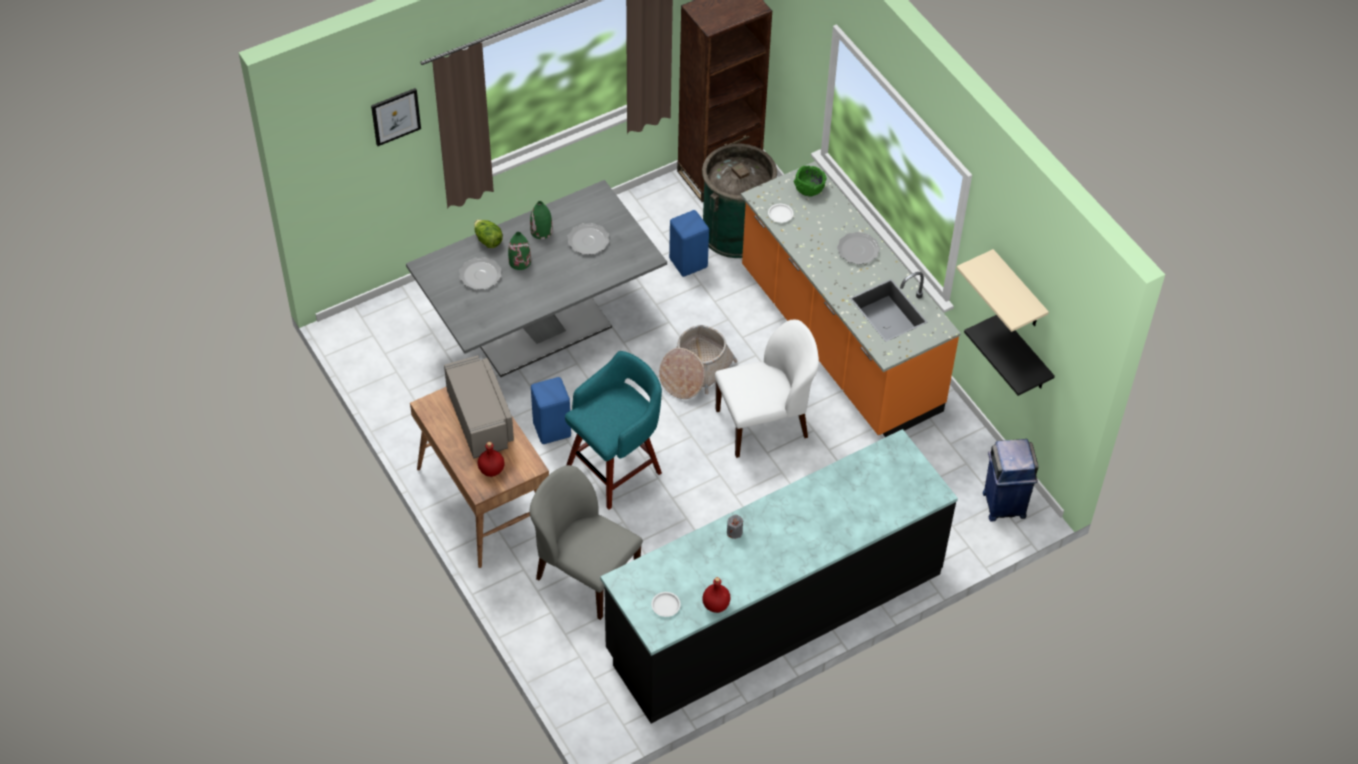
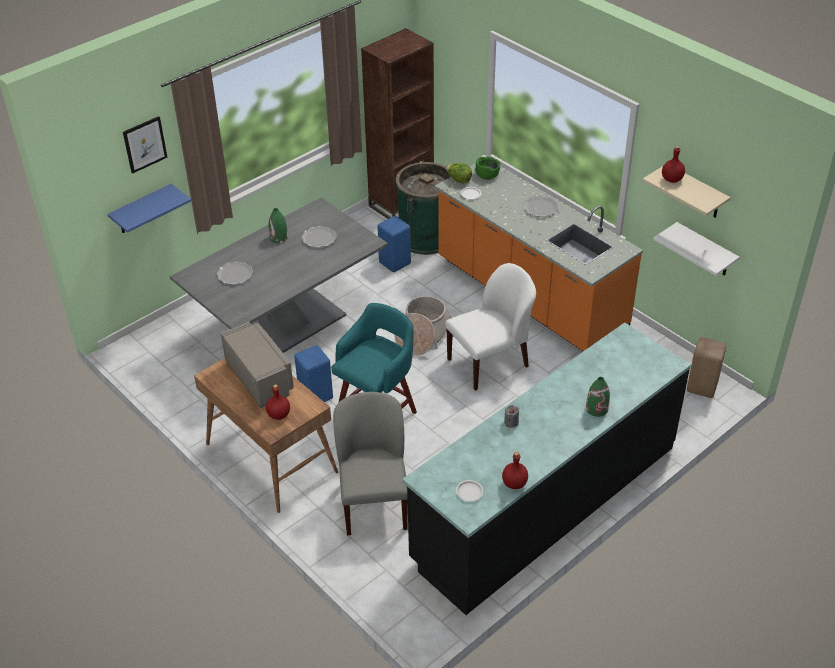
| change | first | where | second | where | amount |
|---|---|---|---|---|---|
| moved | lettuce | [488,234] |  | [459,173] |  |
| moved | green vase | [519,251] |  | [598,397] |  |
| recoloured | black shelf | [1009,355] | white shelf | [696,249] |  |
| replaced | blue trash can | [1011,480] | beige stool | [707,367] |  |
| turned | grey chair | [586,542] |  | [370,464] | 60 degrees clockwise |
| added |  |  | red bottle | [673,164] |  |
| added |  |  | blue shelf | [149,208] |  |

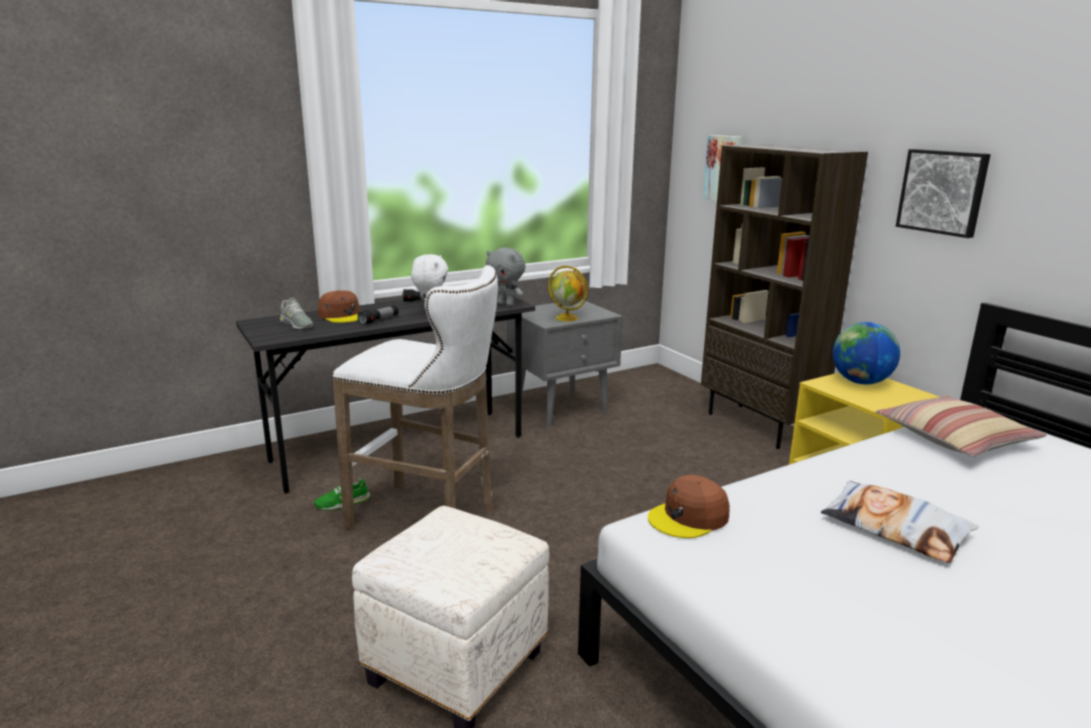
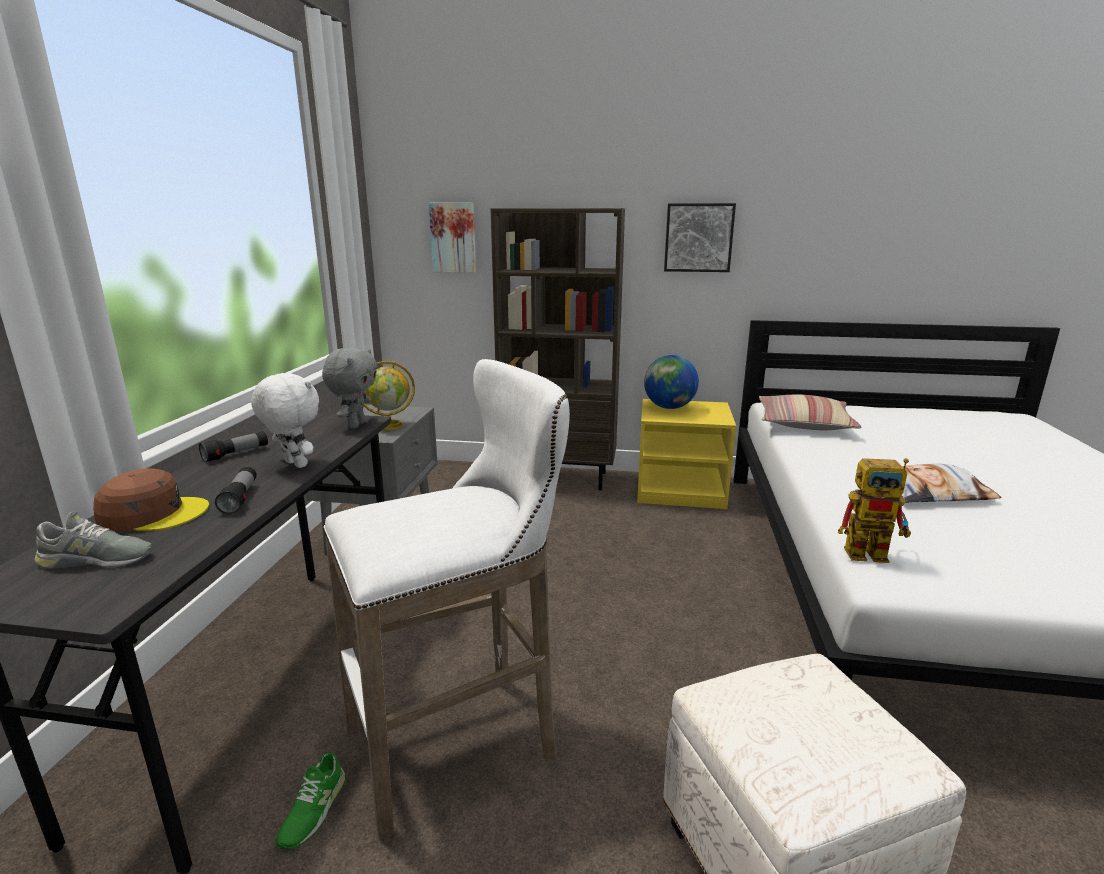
| change | first | where | second | where | amount |
|---|---|---|---|---|---|
| turned | grey plush toy | [506,277] |  | [349,387] | 60 degrees counterclockwise |
| replaced | brown cap | [689,506] | toy robot | [874,510] |  |

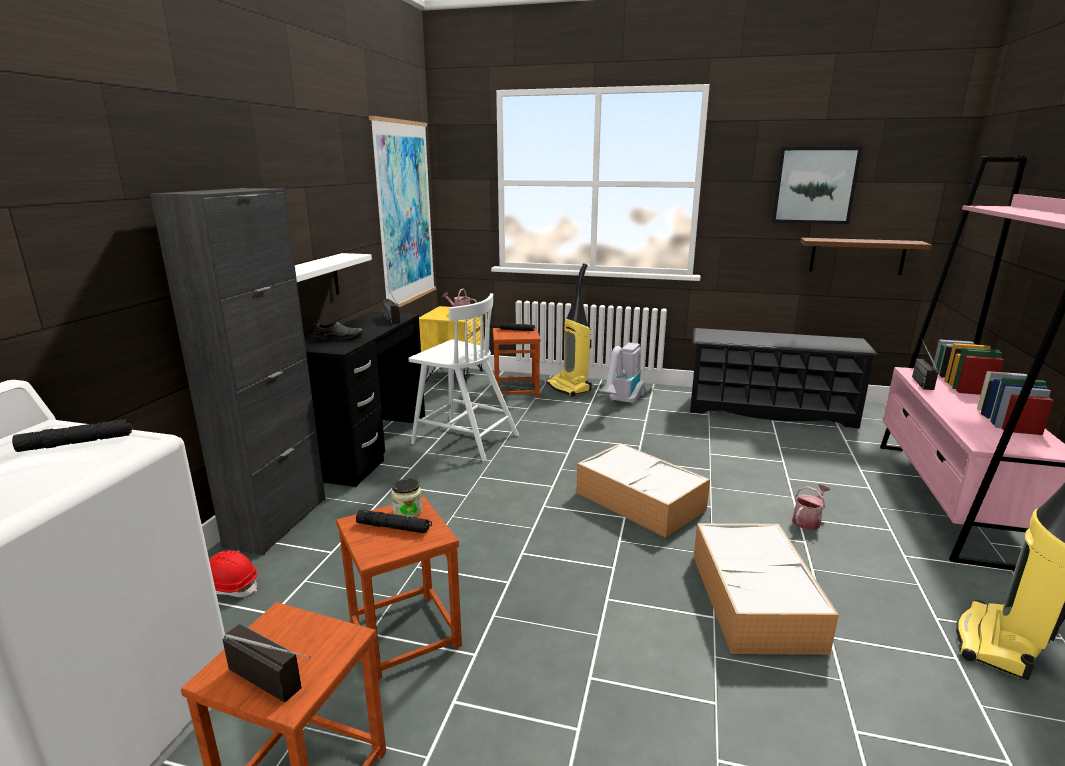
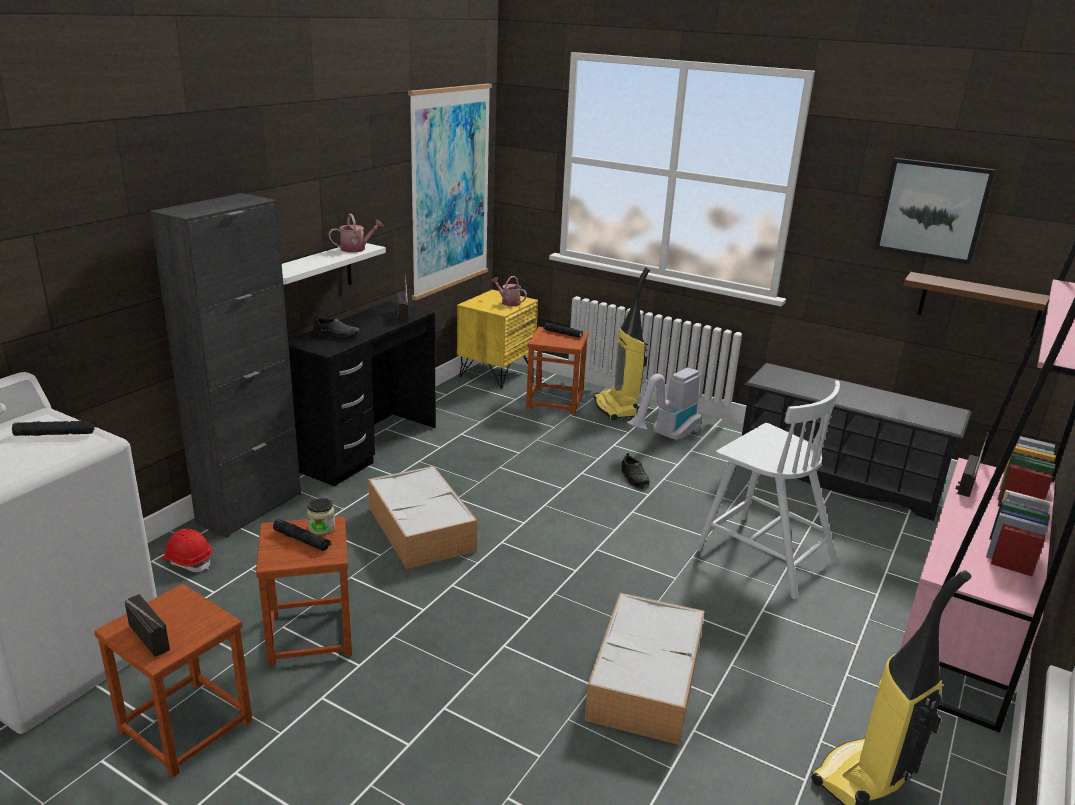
| change | first | where | second | where | amount |
|---|---|---|---|---|---|
| moved | white chair | [463,377] |  | [768,489] |  |
| moved | storage box | [643,490] |  | [422,517] |  |
| moved | watering can | [811,507] |  | [356,233] |  |
| added |  |  | black shoe | [635,471] |  |

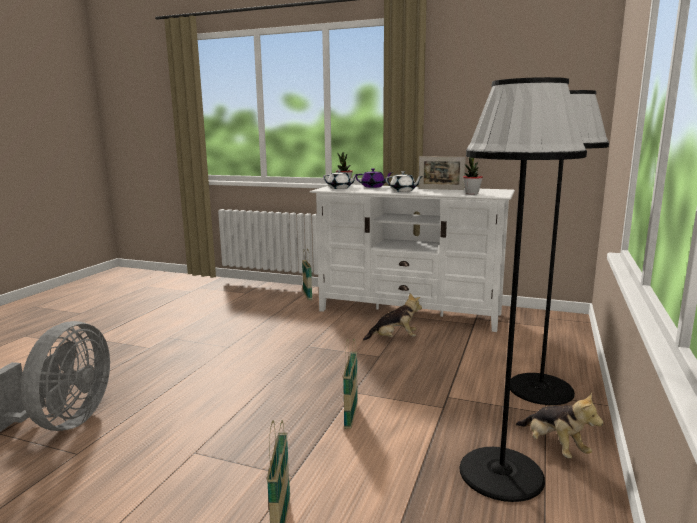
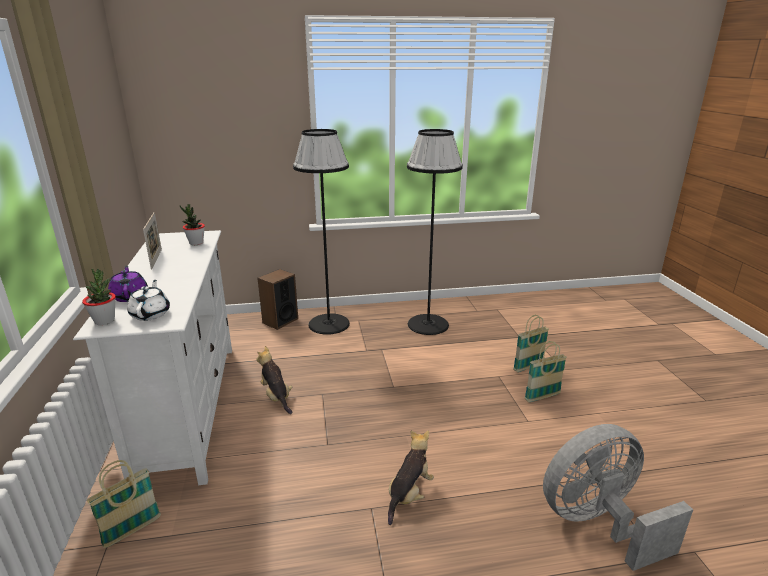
| change | first | where | second | where | amount |
|---|---|---|---|---|---|
| removed | white teapot | [404,181] |  |  |  |
| moved | basket | [350,384] |  | [545,371] |  |
| moved | plush toy | [560,425] |  | [411,478] |  |
| added |  |  | speaker | [277,299] |  |

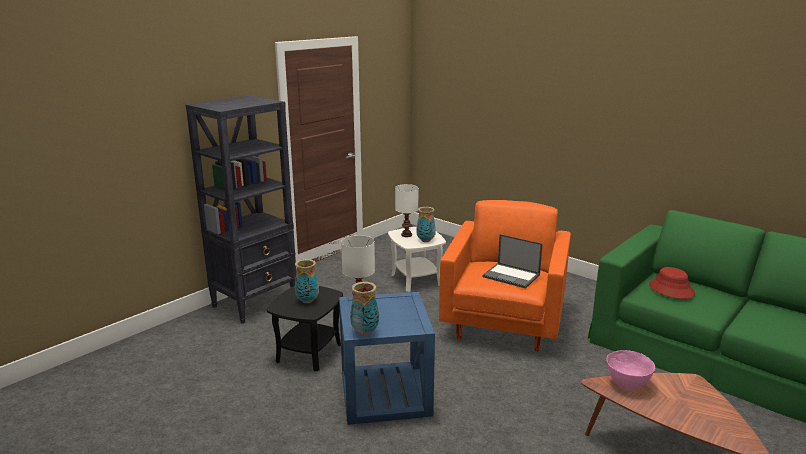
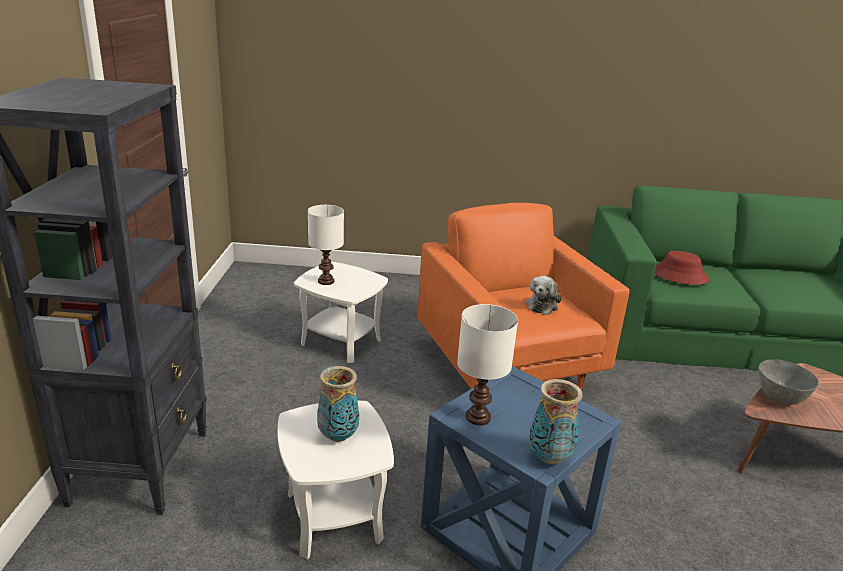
| change | first | where | second | where | amount |
|---|---|---|---|---|---|
| removed | vase | [426,224] |  |  |  |
| replaced | laptop | [512,261] | plush toy | [544,295] |  |
| recoloured | black side table | [305,329] | white side table | [336,480] |  |
| recoloured | pink bowl | [631,369] | grey bowl | [788,382] |  |

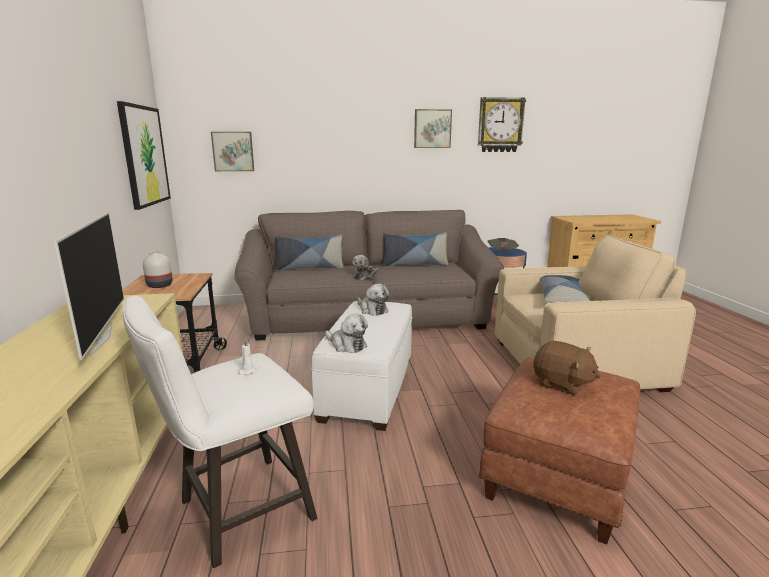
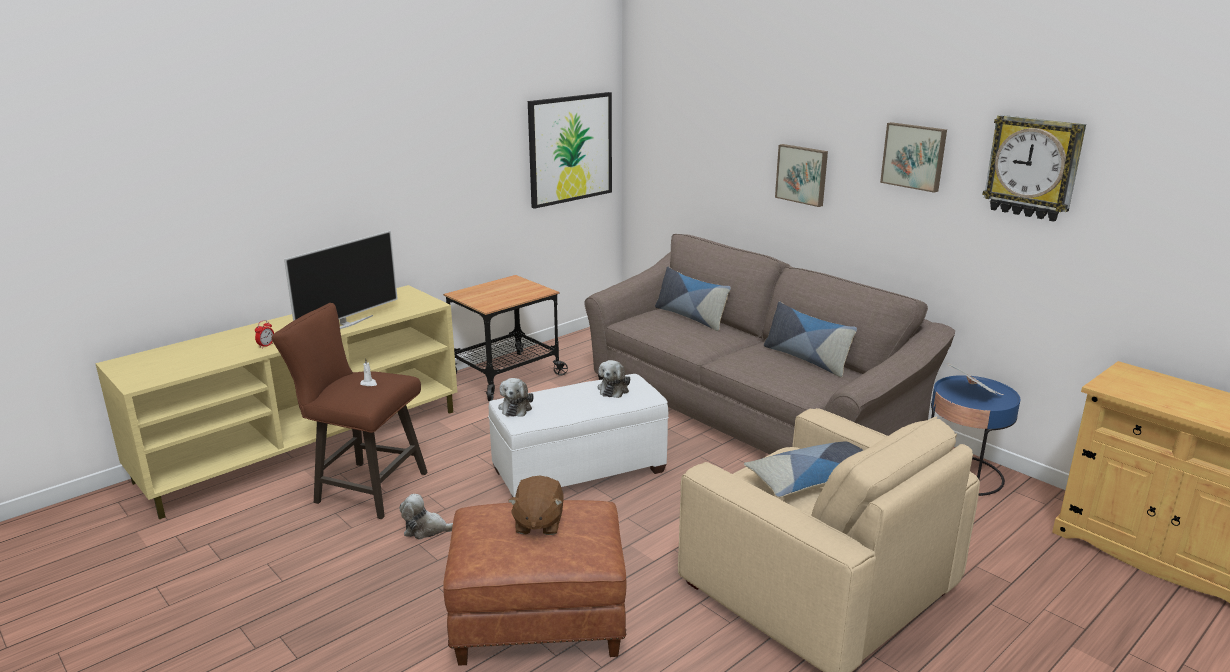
| change | first | where | second | where | amount |
|---|---|---|---|---|---|
| moved | picture | [232,151] |  | [801,175] |  |
| removed | white vase | [157,269] |  |  |  |
| moved | plush toy | [365,268] |  | [426,517] |  |
| recoloured | white stool | [220,432] | brown stool | [350,411] |  |
| added |  |  | alarm clock | [264,334] |  |

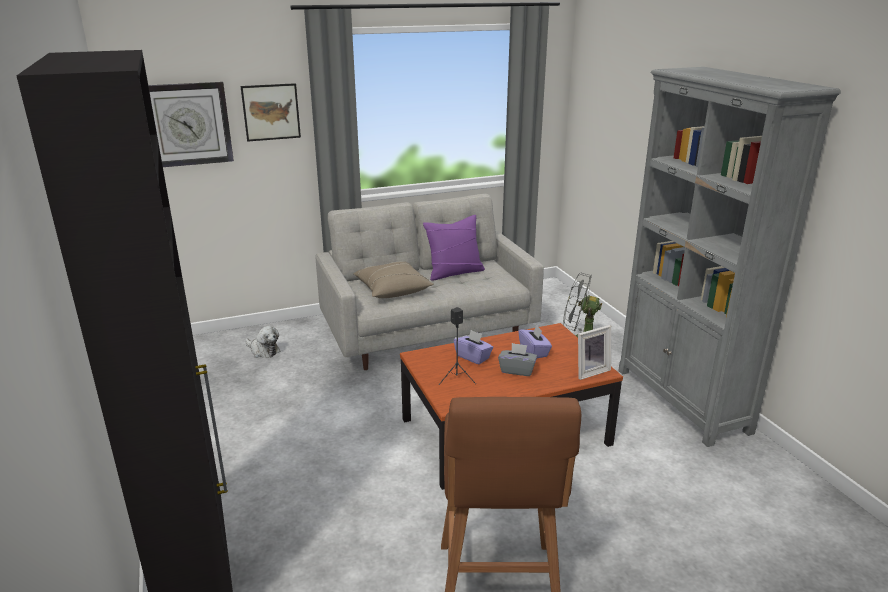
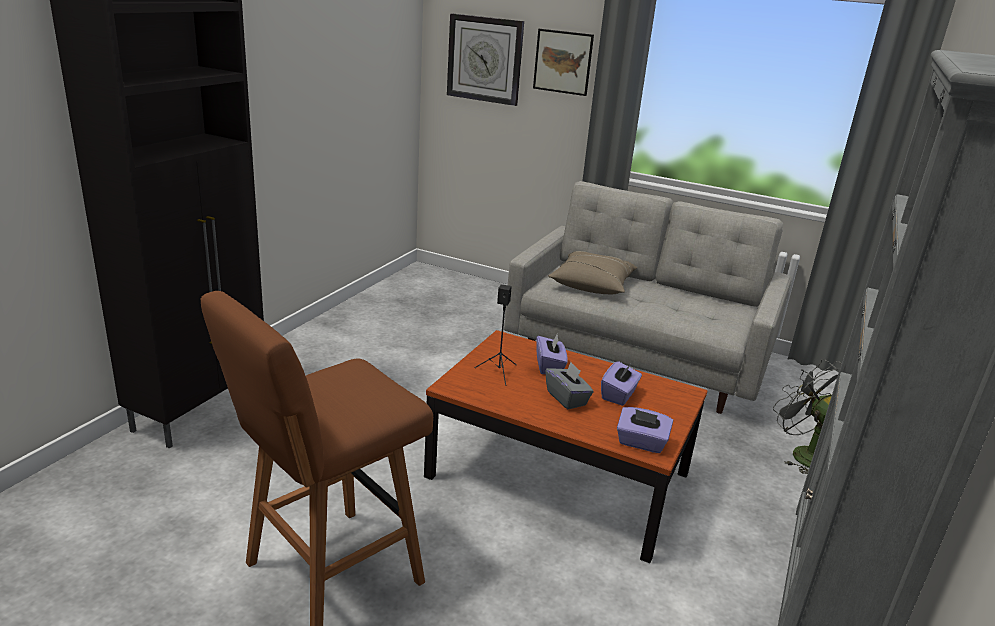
| change | first | where | second | where | amount |
|---|---|---|---|---|---|
| removed | purple pillow | [454,248] |  |  |  |
| replaced | picture frame | [594,352] | purple tissue box | [645,430] |  |
| removed | plush toy | [262,342] |  |  |  |

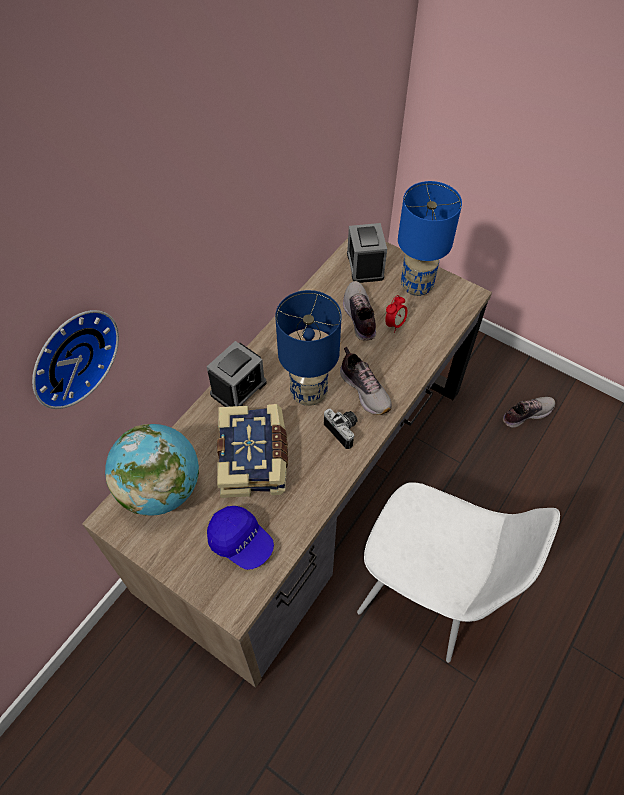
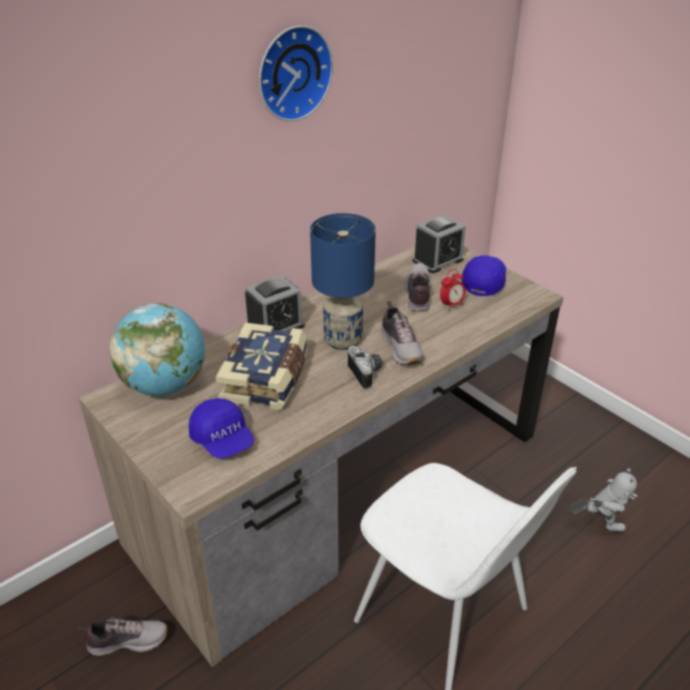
| change | first | where | second | where | amount |
|---|---|---|---|---|---|
| replaced | blue table lamp | [430,238] | blue cap | [483,276] |  |
| turned | alarm clock | [367,253] |  | [439,243] | 135 degrees counterclockwise |
| moved | wall clock | [75,359] |  | [296,73] |  |
| moved | shoe | [529,412] |  | [123,636] |  |
| added |  |  | toy robot | [603,500] |  |

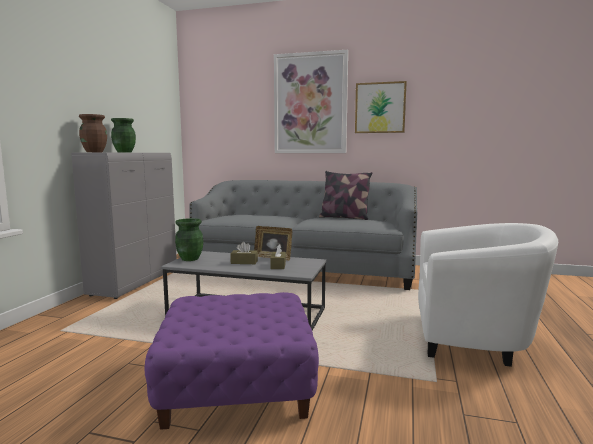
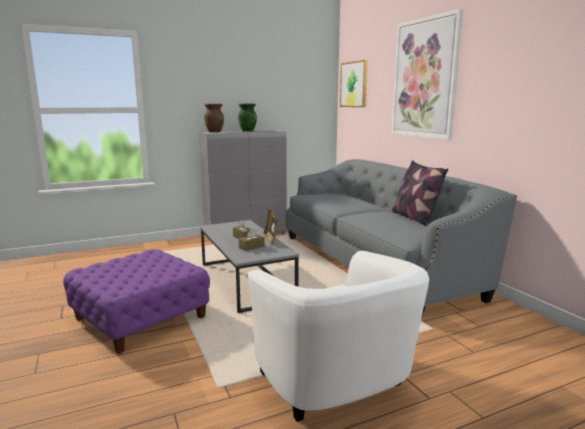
| change | first | where | second | where | amount |
|---|---|---|---|---|---|
| moved | picture | [381,107] |  | [354,83] |  |
| removed | green vase | [189,239] |  |  |  |

